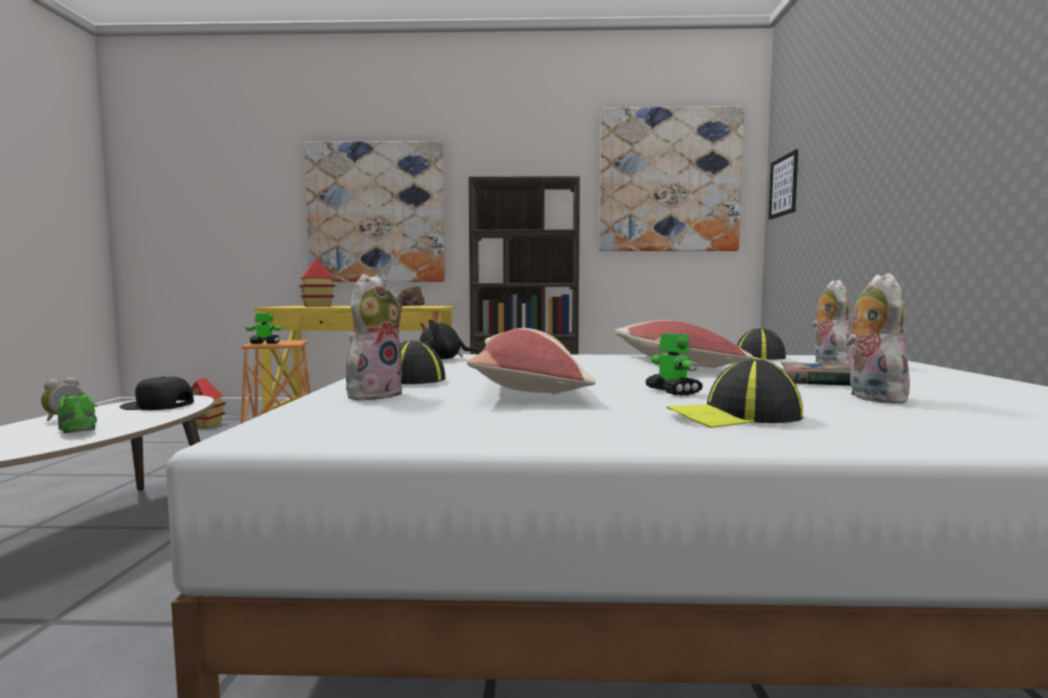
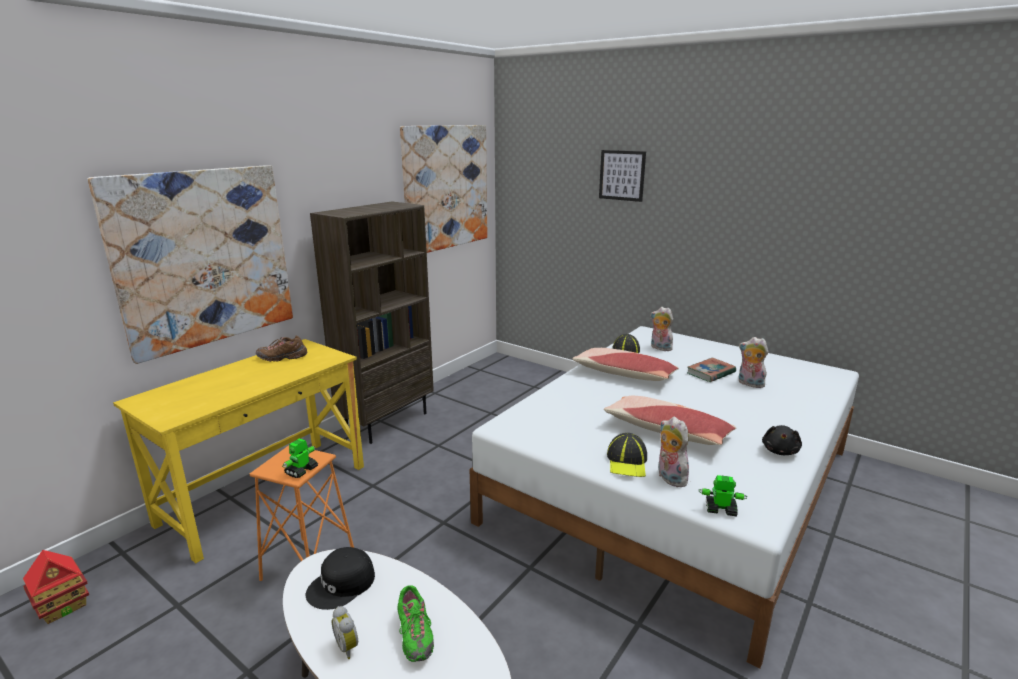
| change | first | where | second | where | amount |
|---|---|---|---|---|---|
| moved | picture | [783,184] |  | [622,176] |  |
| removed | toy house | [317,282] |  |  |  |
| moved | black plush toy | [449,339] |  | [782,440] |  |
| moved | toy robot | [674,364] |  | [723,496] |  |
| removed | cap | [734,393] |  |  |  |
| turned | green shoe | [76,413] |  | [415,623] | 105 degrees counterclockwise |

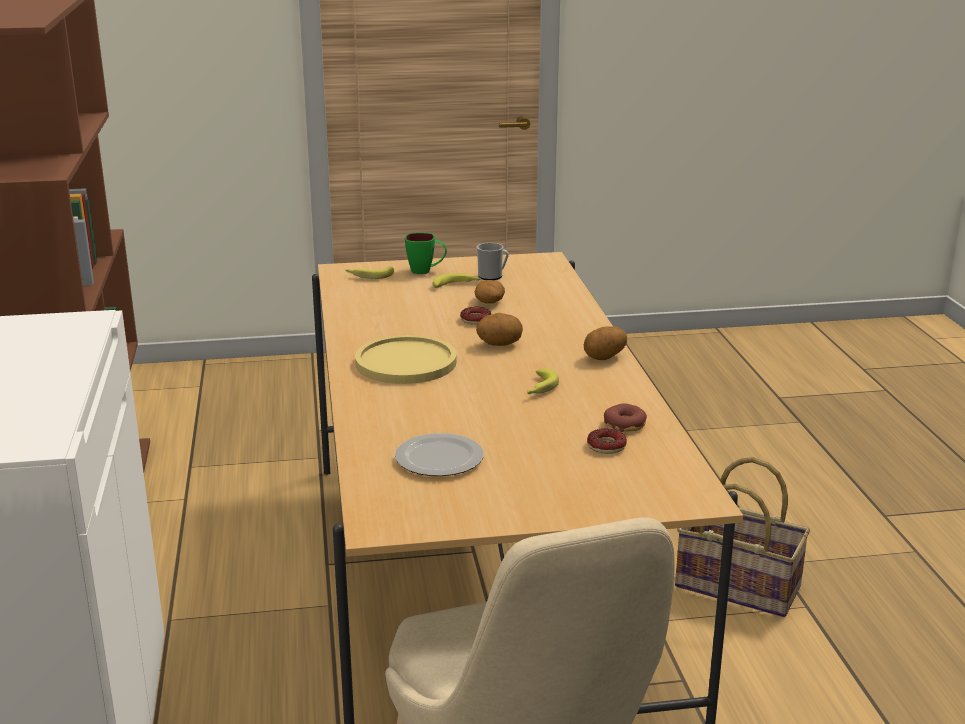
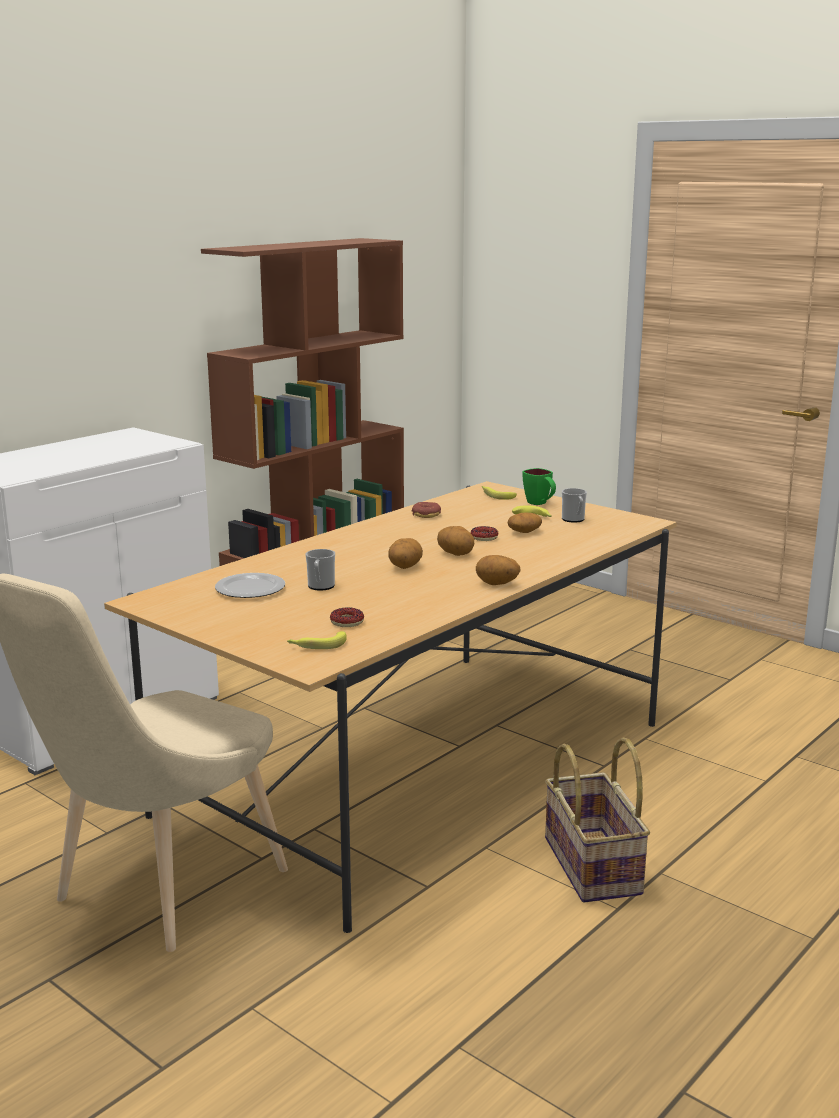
| change | first | where | second | where | amount |
|---|---|---|---|---|---|
| removed | yellow plate | [406,359] |  |  |  |
| moved | banana | [543,381] |  | [317,640] |  |
| moved | donut | [625,417] |  | [426,510] |  |
| added |  |  | potato | [405,553] |  |
| added |  |  | mug | [320,570] |  |

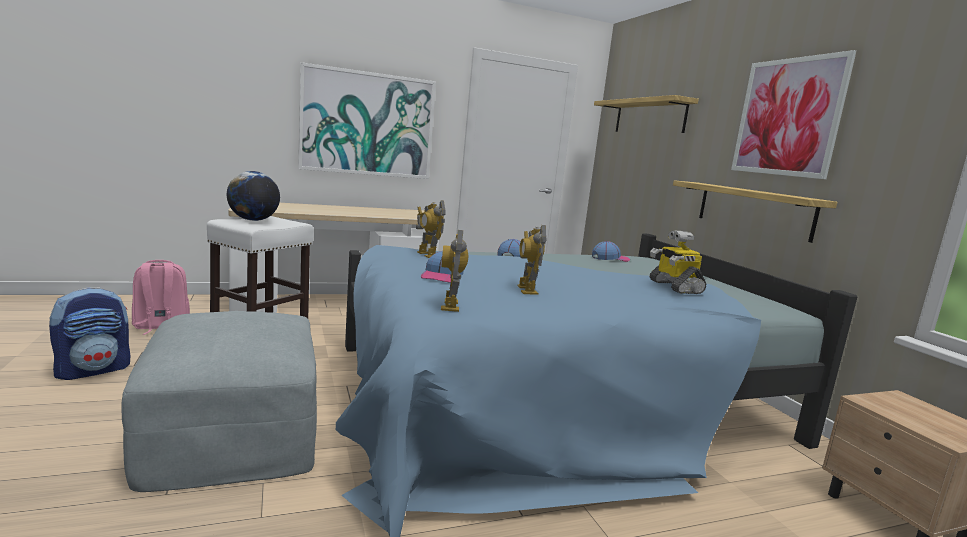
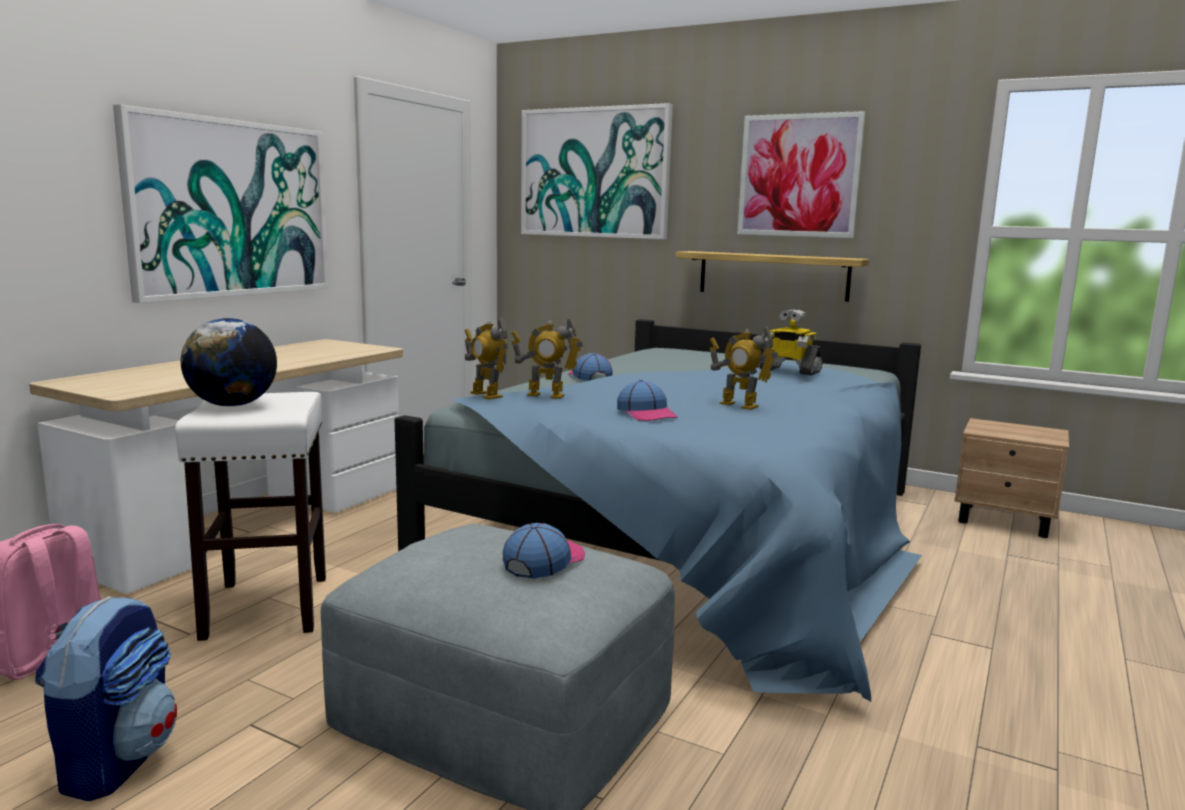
| change | first | where | second | where | amount |
|---|---|---|---|---|---|
| replaced | shelf | [646,114] | picture | [597,171] |  |
| moved | toy robot | [454,271] |  | [487,359] |  |
| moved | cap | [611,251] |  | [544,550] |  |

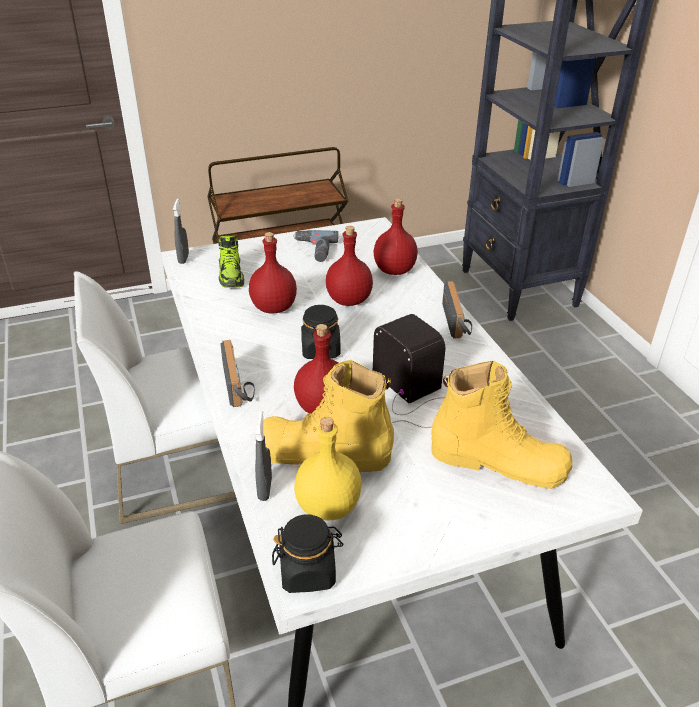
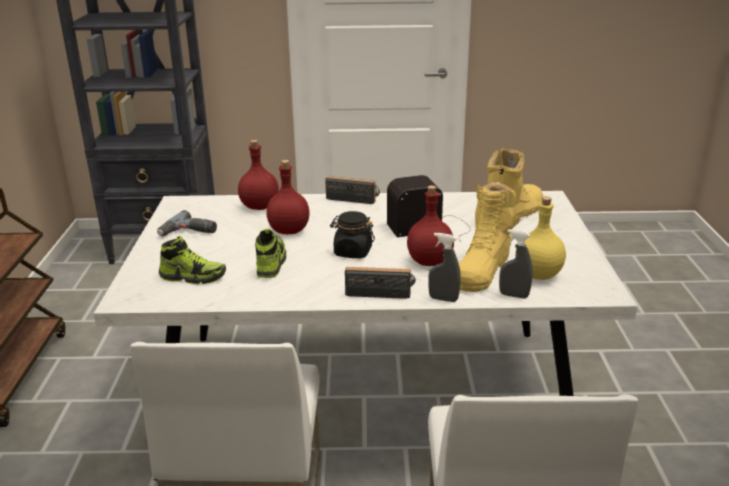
| change | first | where | second | where | amount |
|---|---|---|---|---|---|
| moved | grey spray bottle | [181,231] |  | [444,267] |  |
| replaced | red bottle | [273,272] | shoe | [270,253] |  |
| removed | black jar | [308,553] |  |  |  |

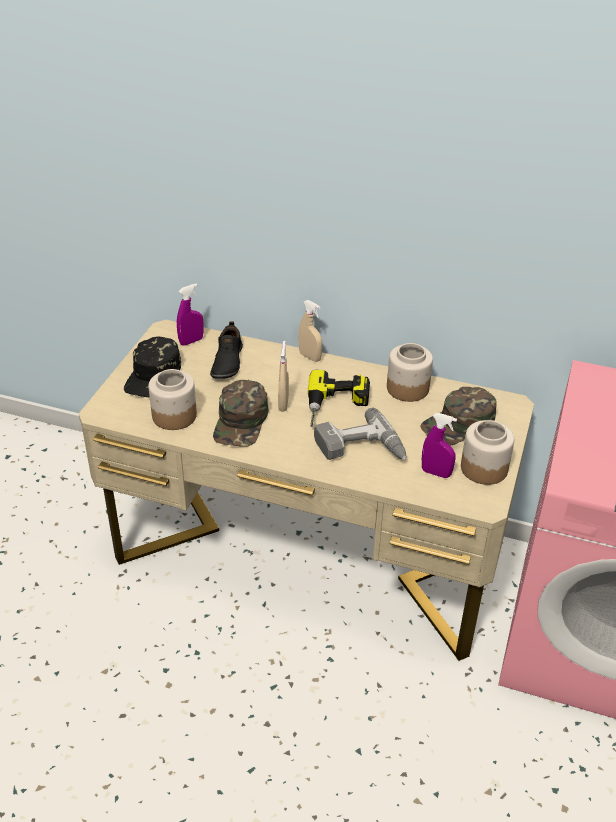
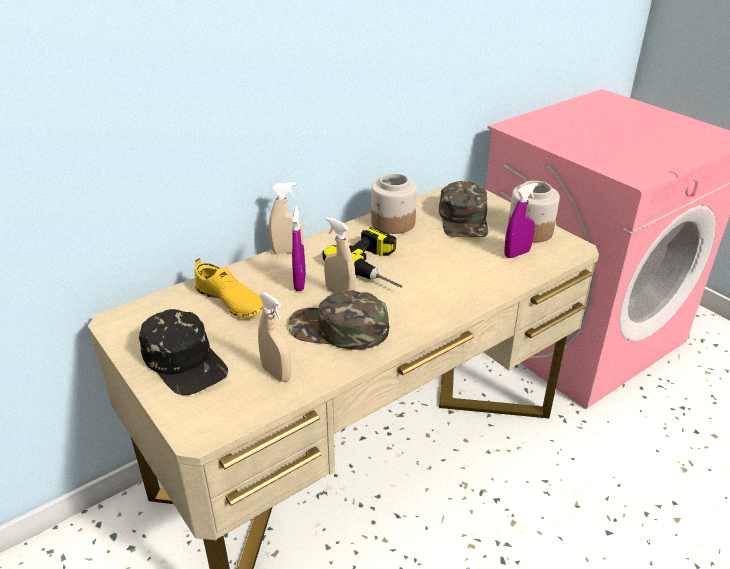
| change | first | where | second | where | amount |
|---|---|---|---|---|---|
| moved | purple spray bottle | [190,314] |  | [299,248] |  |
| recoloured | black shoe | [226,350] | yellow shoe | [229,288] |  |
| replaced | jar | [172,399] | beige spray bottle | [274,337] |  |
| turned | green cap | [241,413] |  | [338,320] | 150 degrees clockwise |
| removed | power drill | [360,433] |  |  |  |

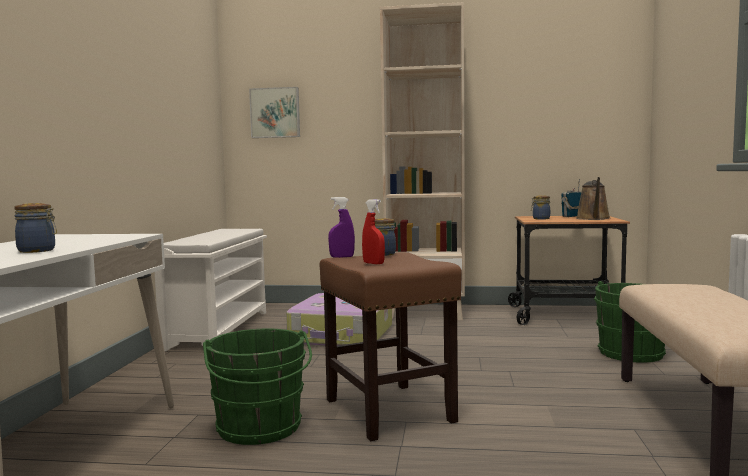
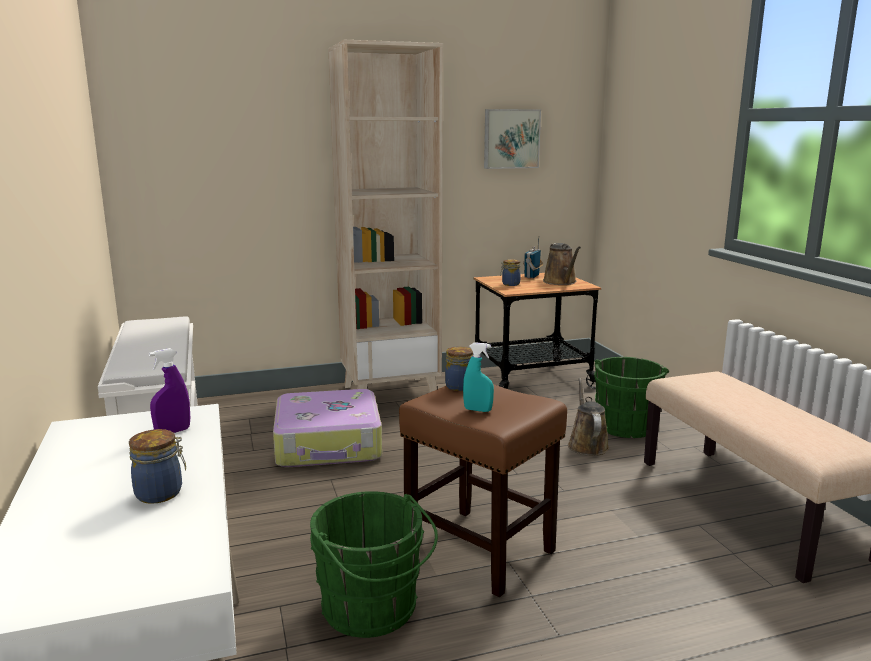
| change | first | where | second | where | amount |
|---|---|---|---|---|---|
| moved | picture | [274,112] |  | [512,139] |  |
| moved | purple spray bottle | [341,227] |  | [169,390] |  |
| recoloured | red spray bottle | [373,231] | turquoise spray bottle | [478,377] |  |
| added |  |  | brown watering can | [588,417] |  |

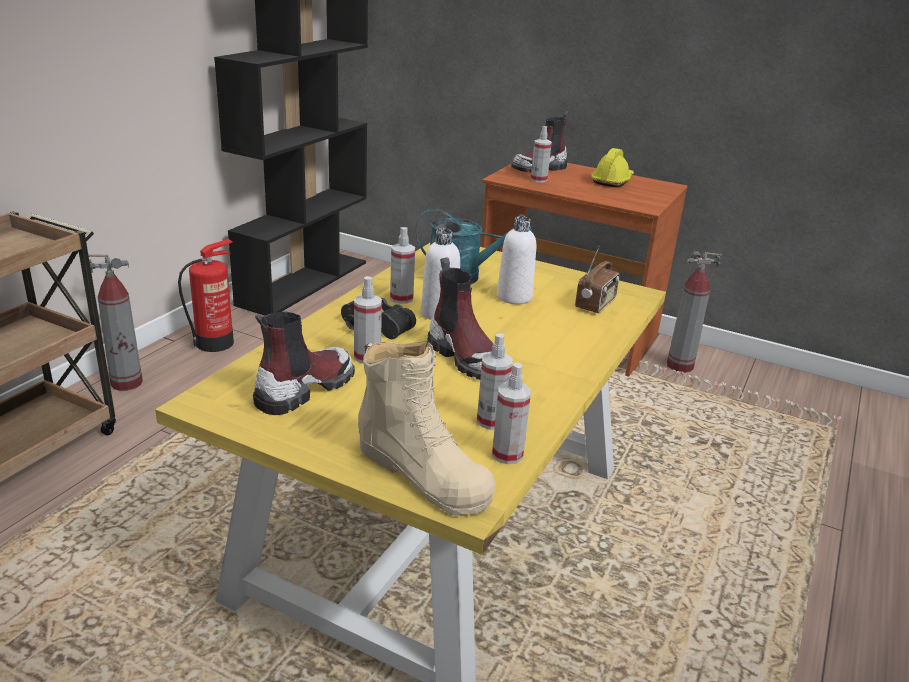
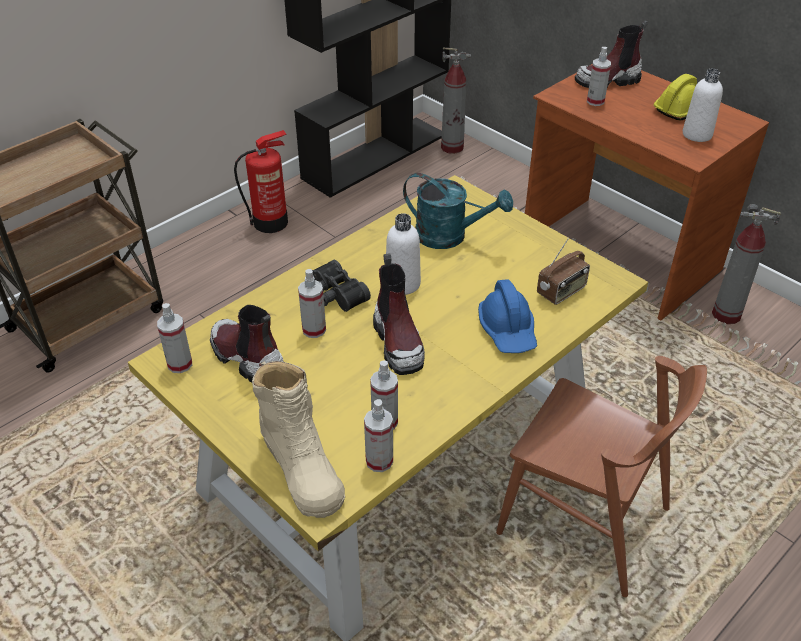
| change | first | where | second | where | amount |
|---|---|---|---|---|---|
| moved | white bottle | [516,260] |  | [703,105] |  |
| moved | spray bottle | [402,265] |  | [174,338] |  |
| moved | fire extinguisher | [115,322] |  | [456,100] |  |
| turned | boot | [304,363] |  | [247,343] | 105 degrees counterclockwise |
| added |  |  | blue hard hat | [507,316] |  |
| added |  |  | brown chair | [601,476] |  |

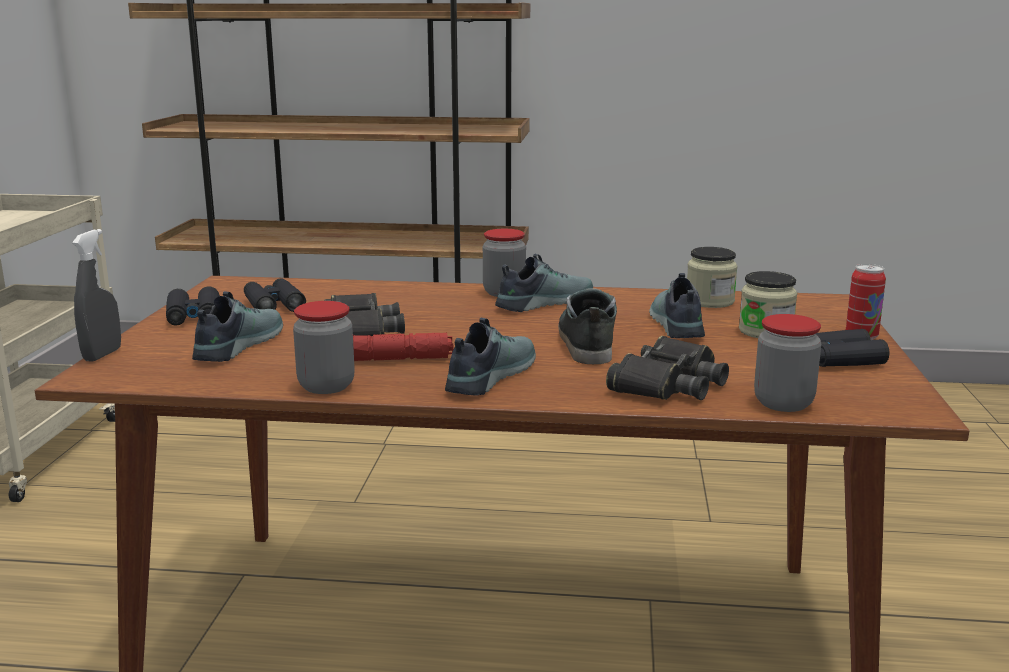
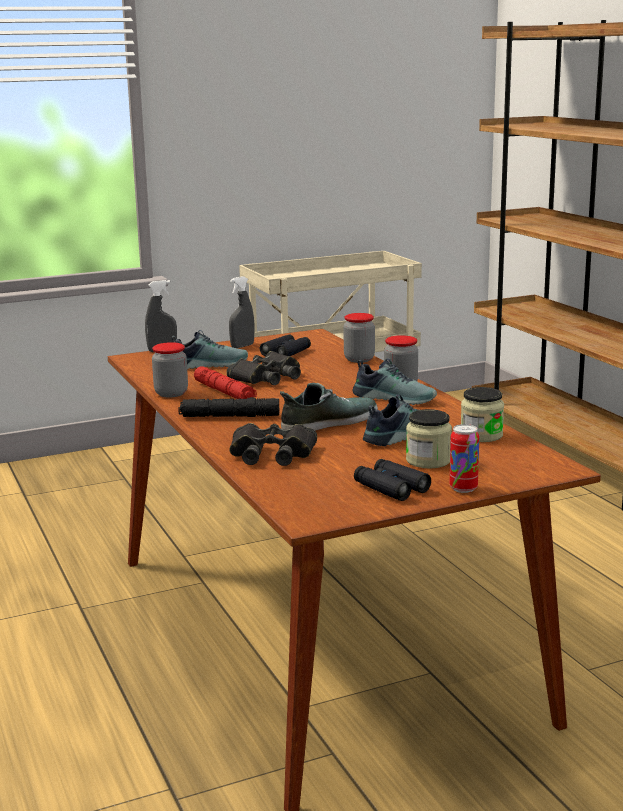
| change | first | where | second | where | amount |
|---|---|---|---|---|---|
| replaced | black binoculars | [193,306] | grey spray bottle | [241,312] |  |
| moved | jar | [787,363] |  | [359,338] |  |
| replaced | shoe | [490,357] | black flashlight | [228,407] |  |

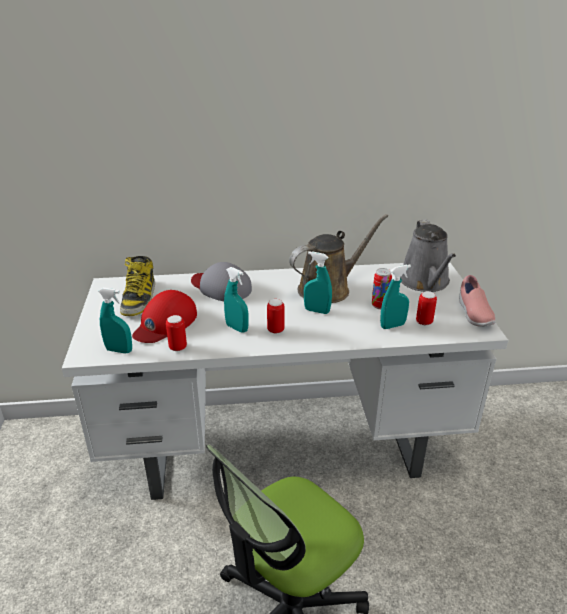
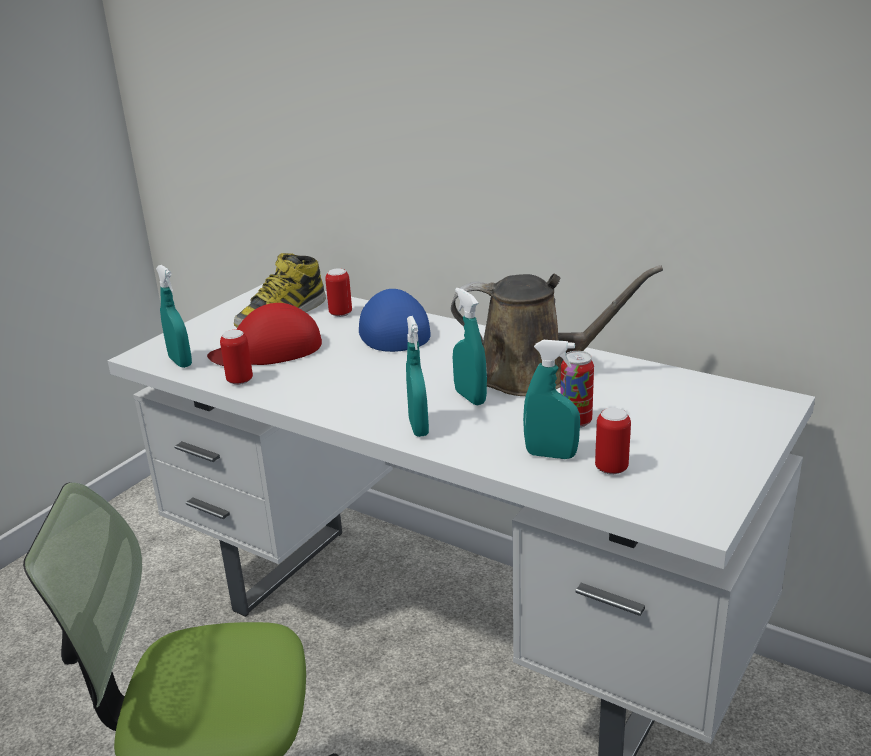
| change | first | where | second | where | amount |
|---|---|---|---|---|---|
| removed | grey watering can | [428,255] |  |  |  |
| recoloured | grey cap | [221,281] | blue cap | [395,320] |  |
| moved | turquoise spray bottle | [236,300] |  | [417,376] |  |
| removed | pink shoe | [477,301] |  |  |  |
| moved | can | [275,316] |  | [338,292] |  |

